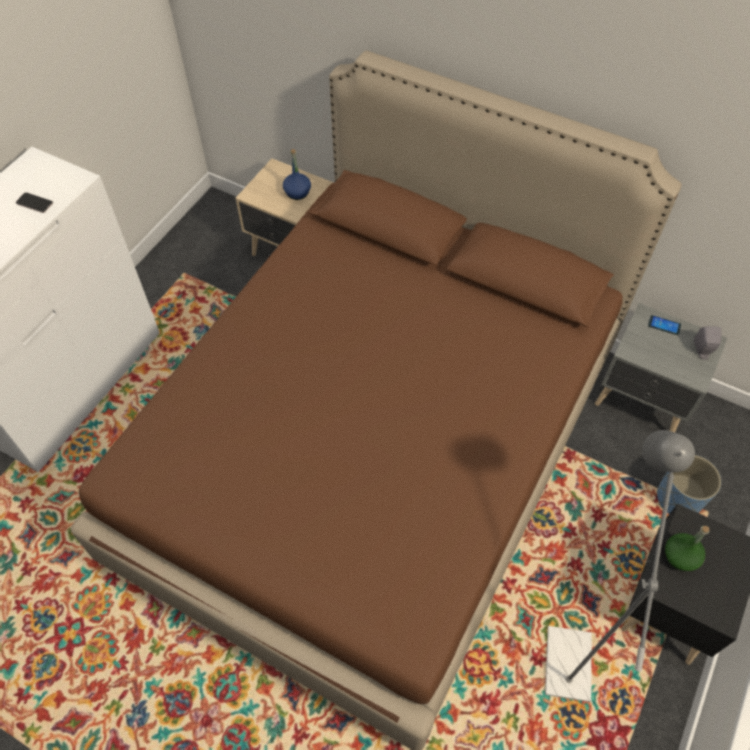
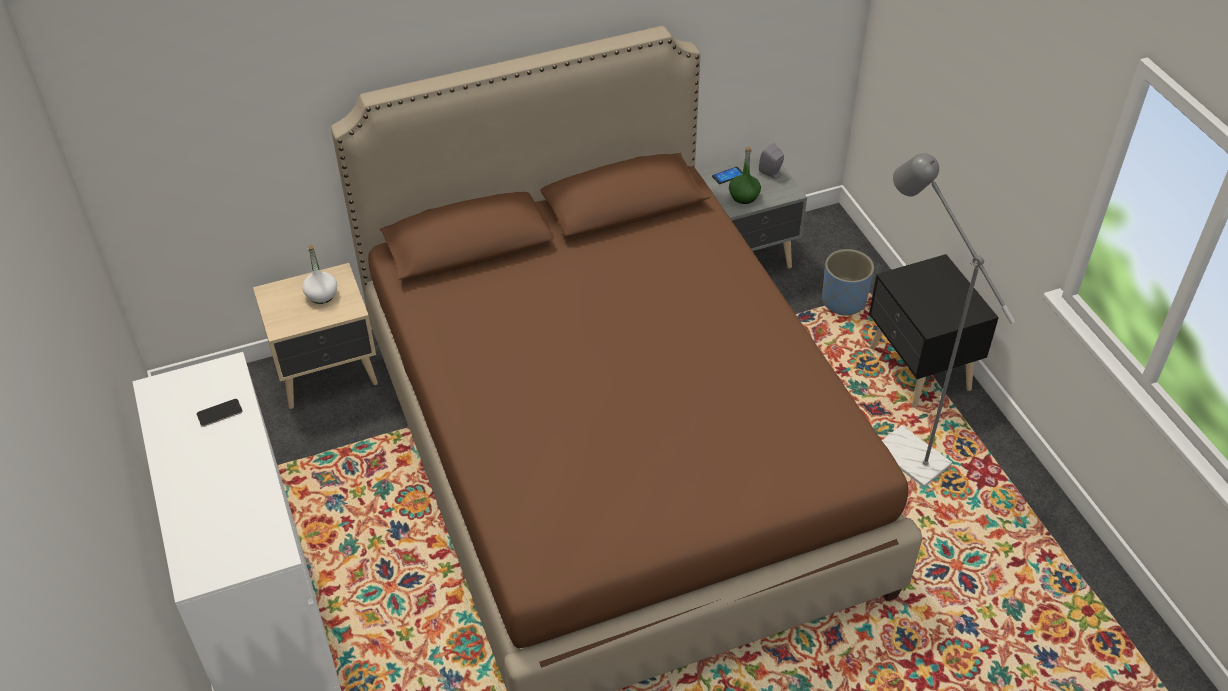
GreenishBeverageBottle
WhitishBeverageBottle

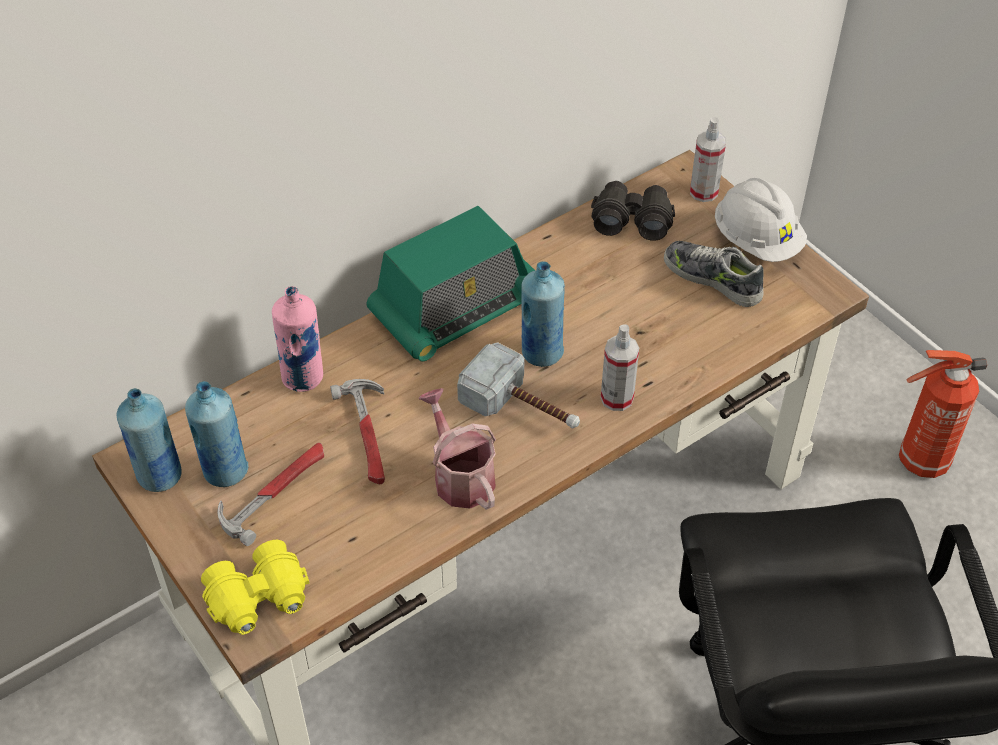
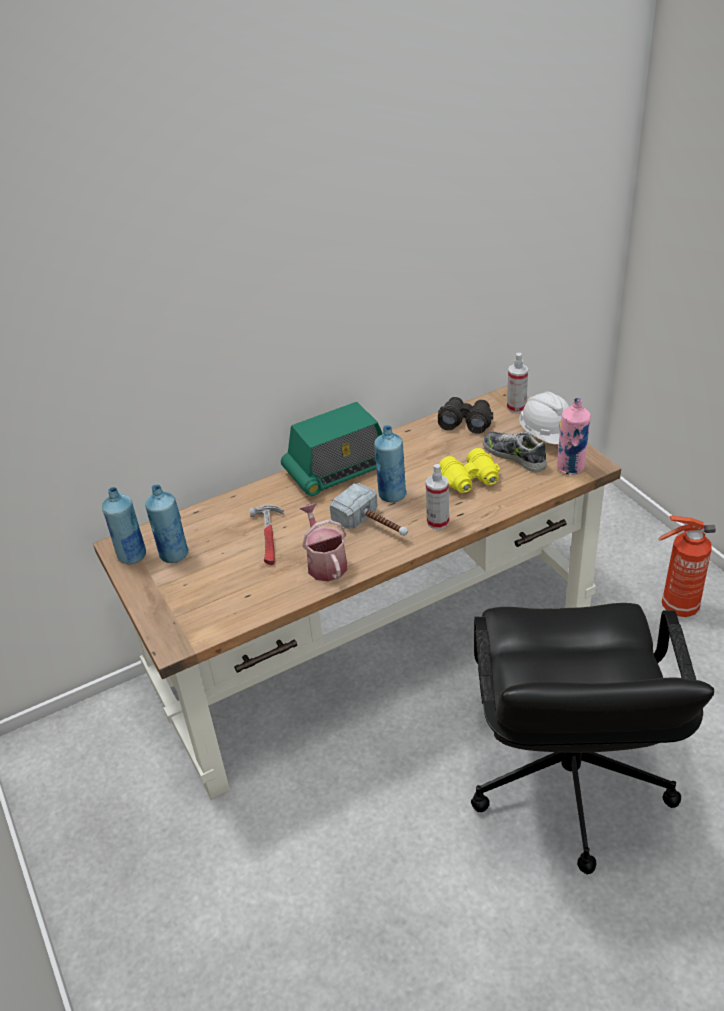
HandHammer (no. 1 from left in the first image)
YellowColouredPairOfBinoculars
PinkishBeverageBottle

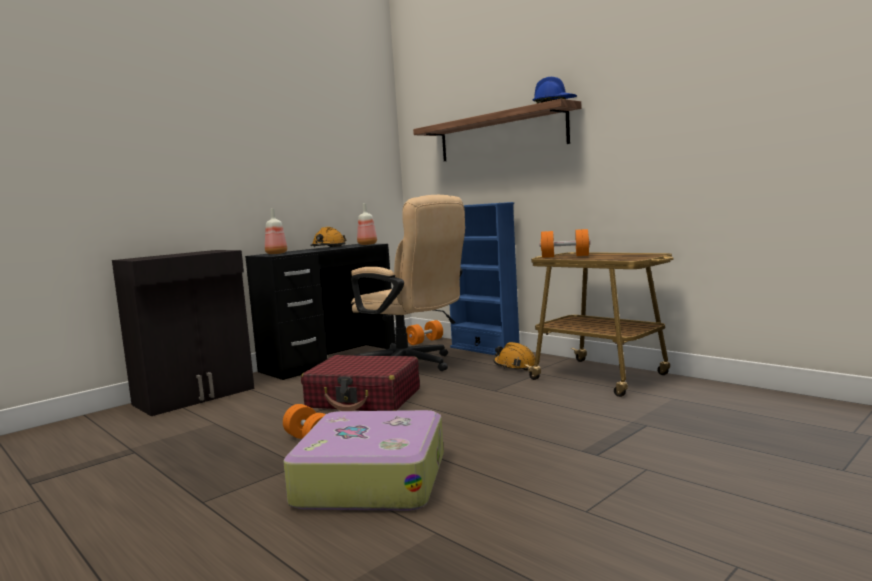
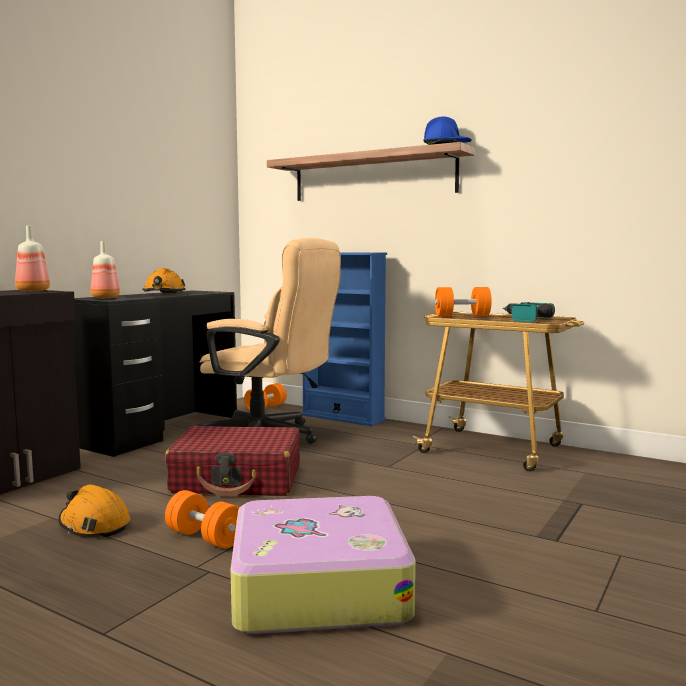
PowerDrill
BeverageBottle (no. 1 from left)
OrangeySafetyHelmet (no. 1 from left)

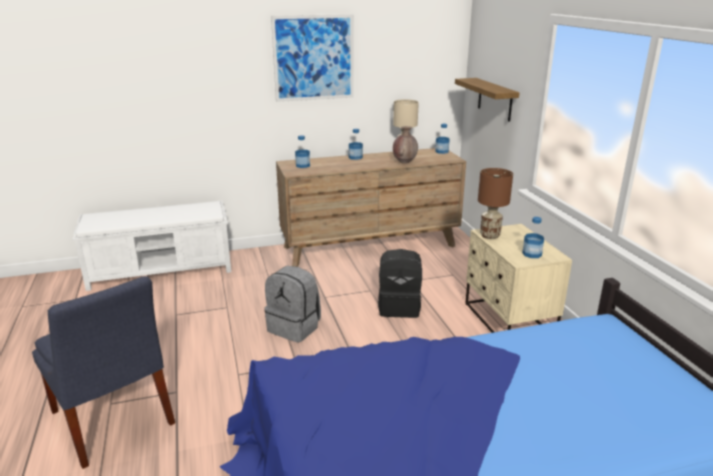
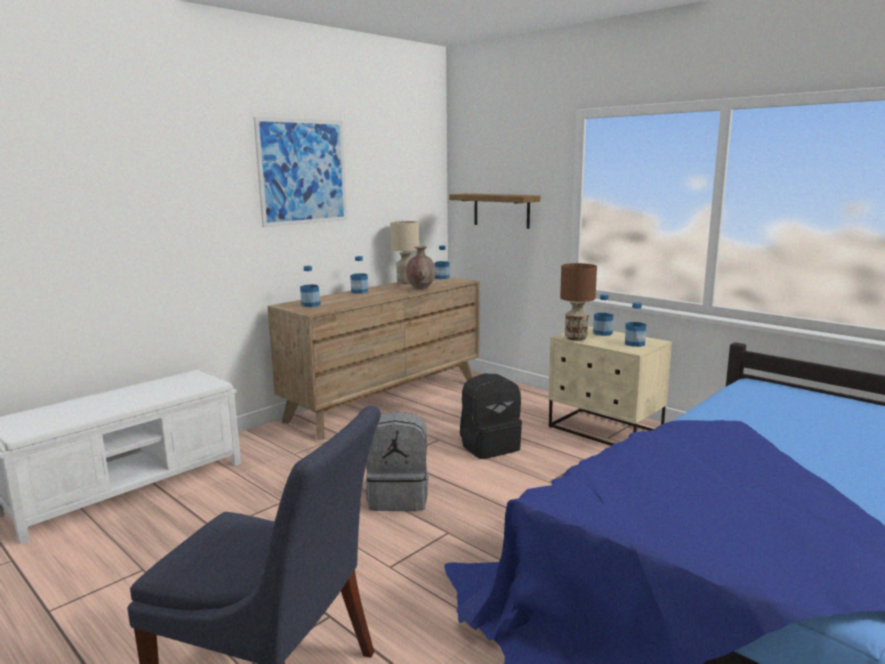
BeverageBottle (no. 4 from left)

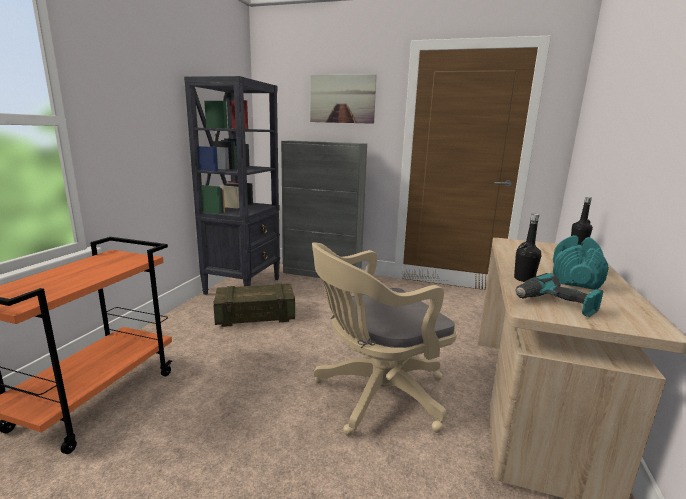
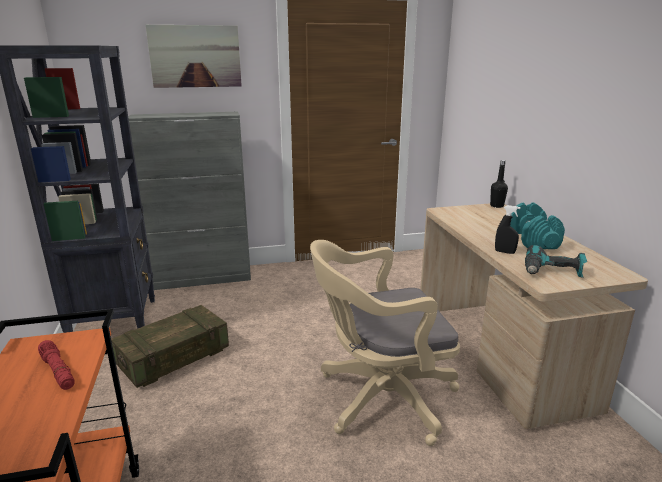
ReddishTorch
BlackSprayBottle
SandColouredComputerChair

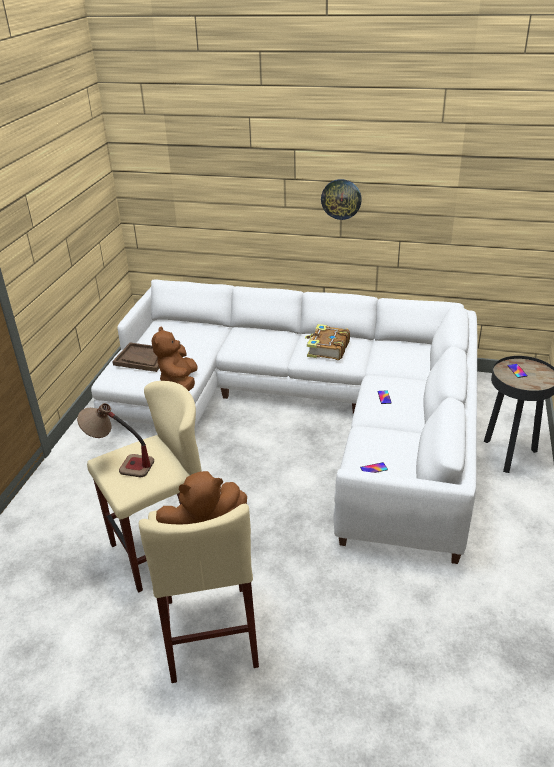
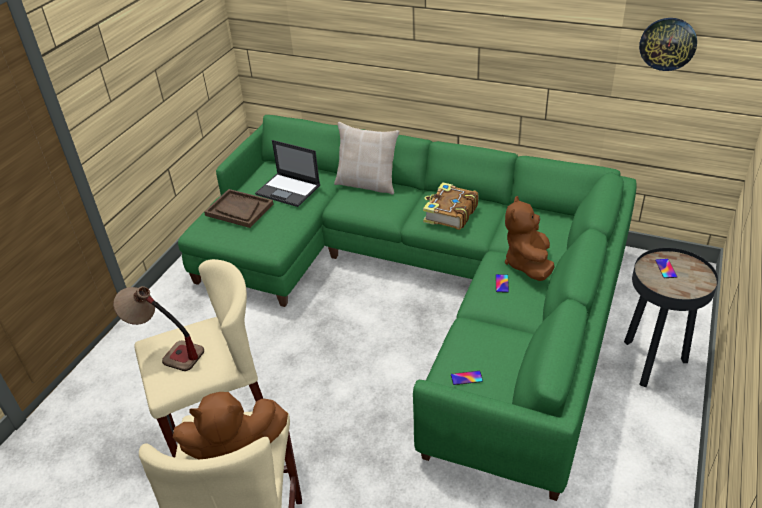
PortableComputer
SandColouredCushion
BrownColouredCuddlyToy (no. 2 from left)
WallClock
GreenishSofa

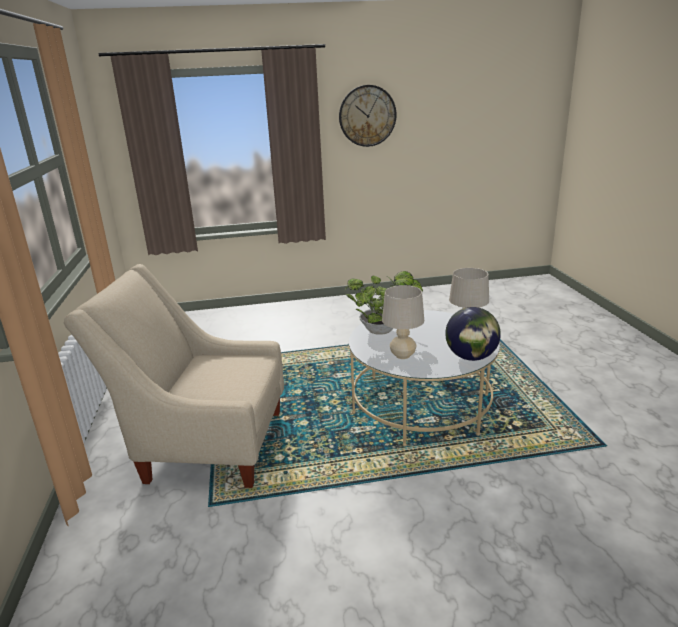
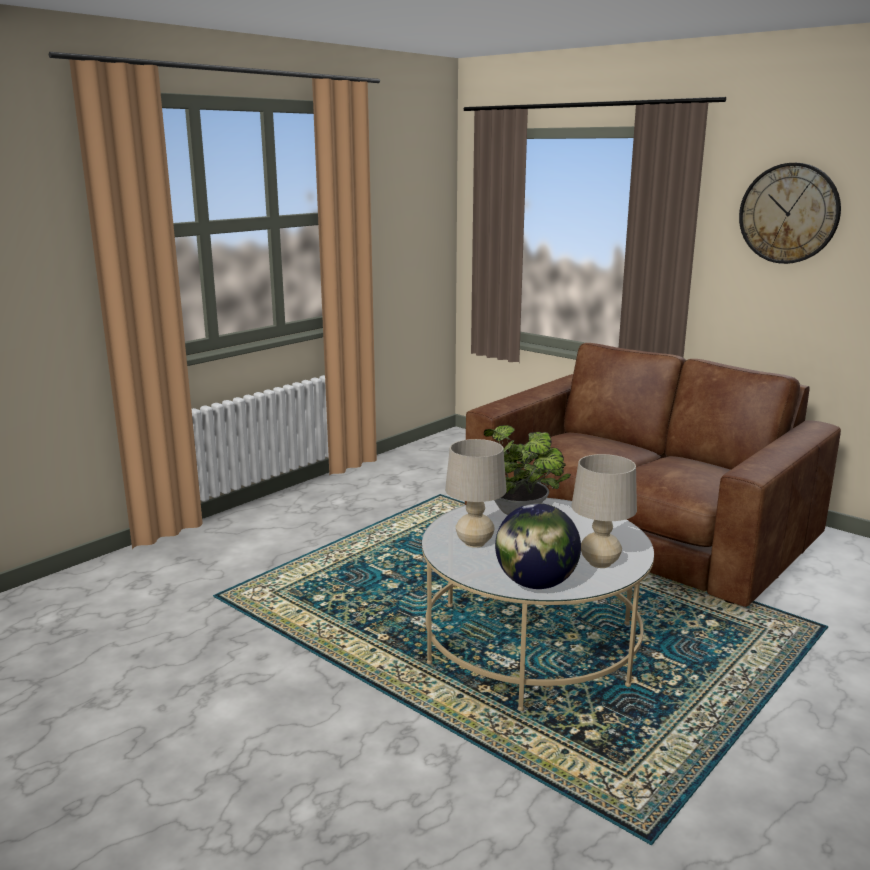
SandColouredLoungeChair
BrownColouredSofa

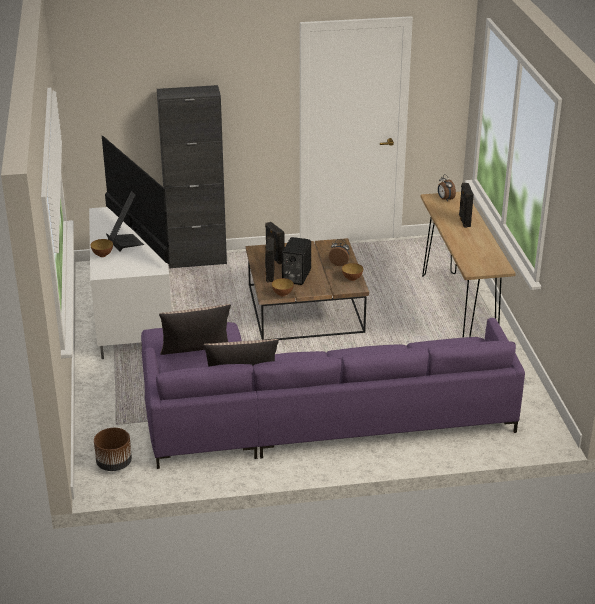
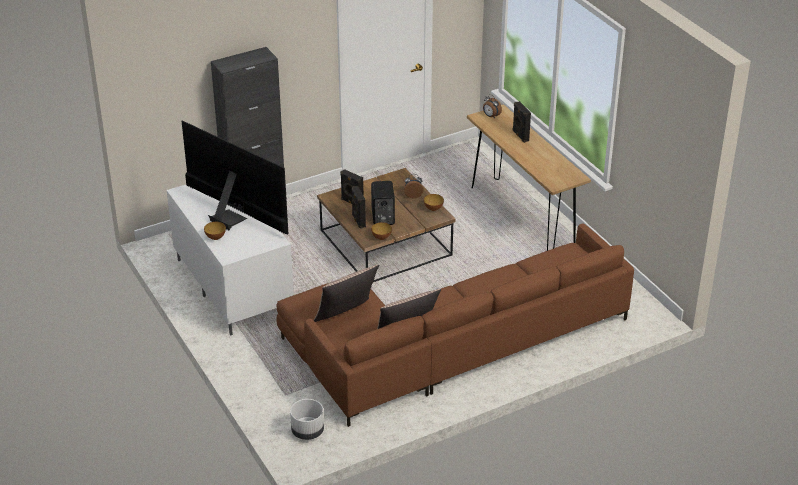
WhitishPlantPot
BrownColouredSofa

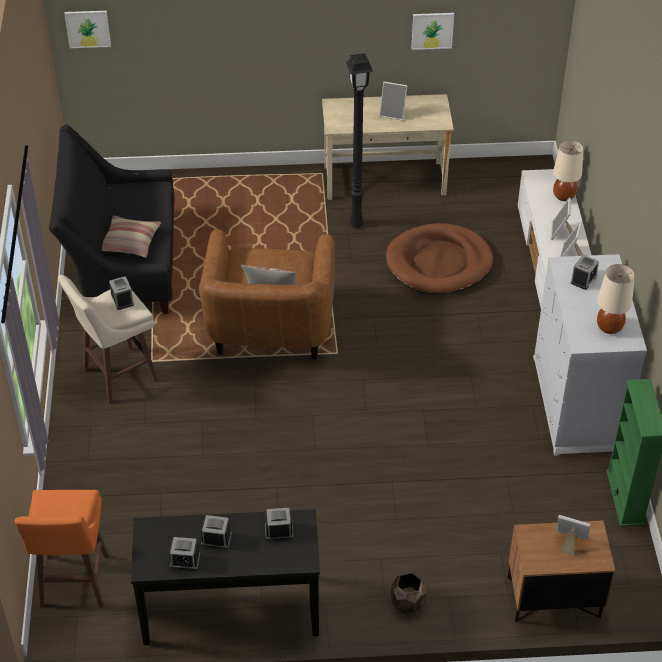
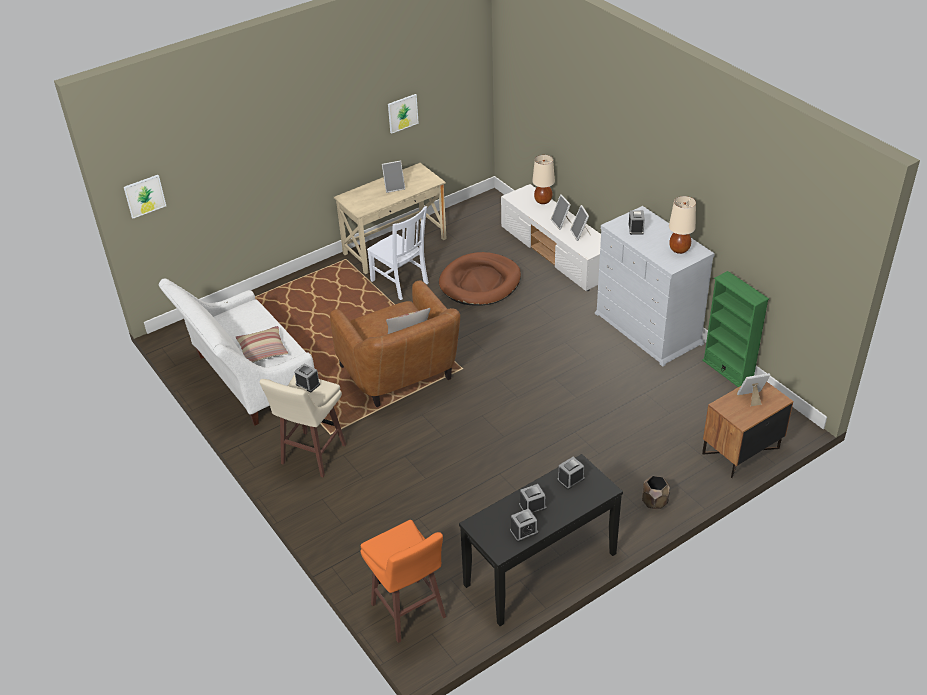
WhitishChair
WhitishSofa

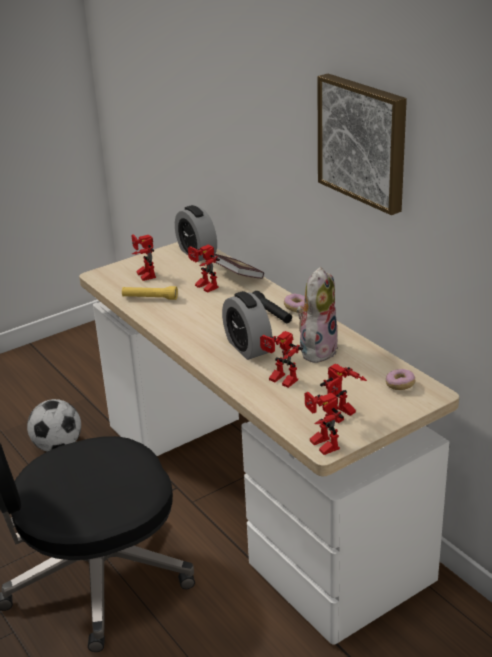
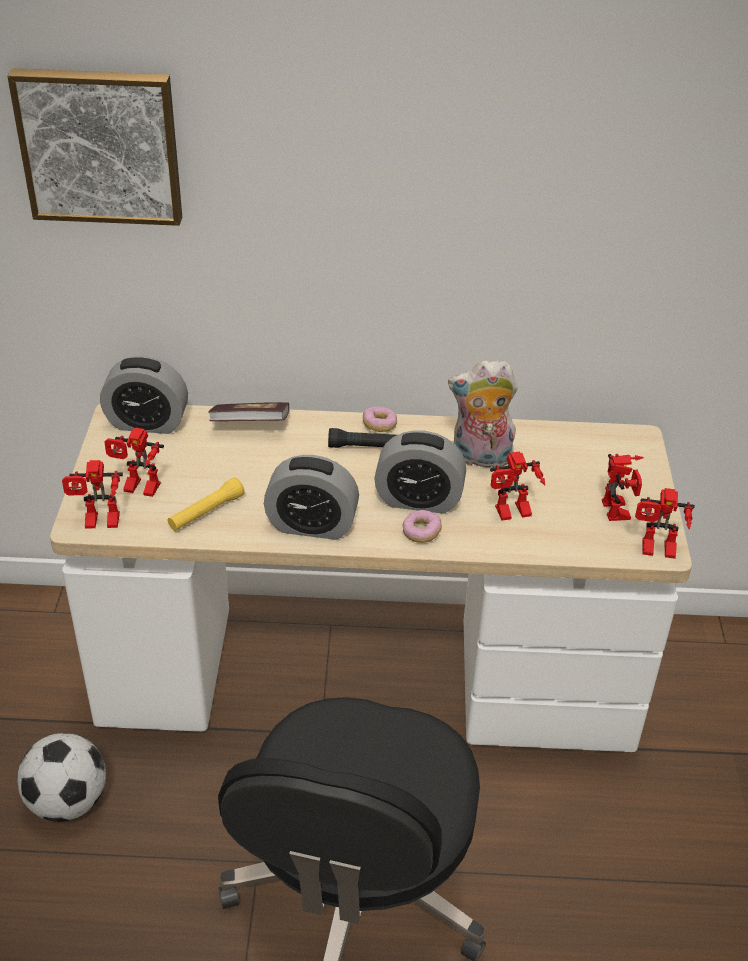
BedsideClock (no. 2 from left)
ModelRobot (no. 1 from left)
Picture
RingDoughnut (no. 2 from left)
CuddlyToy

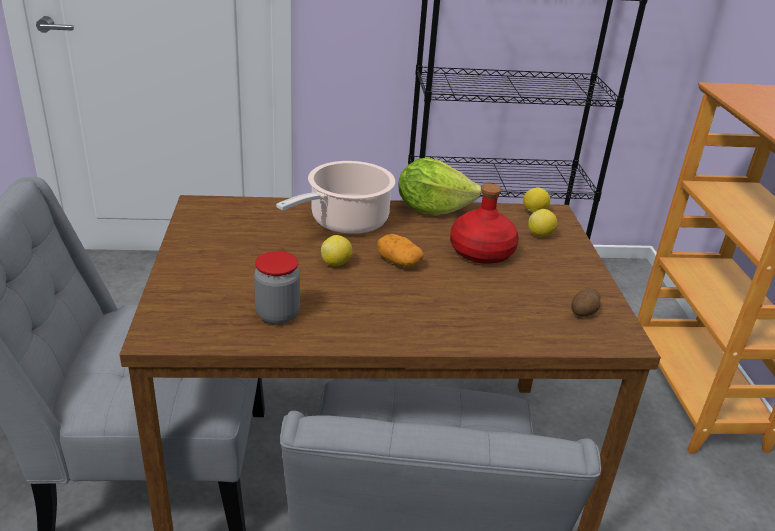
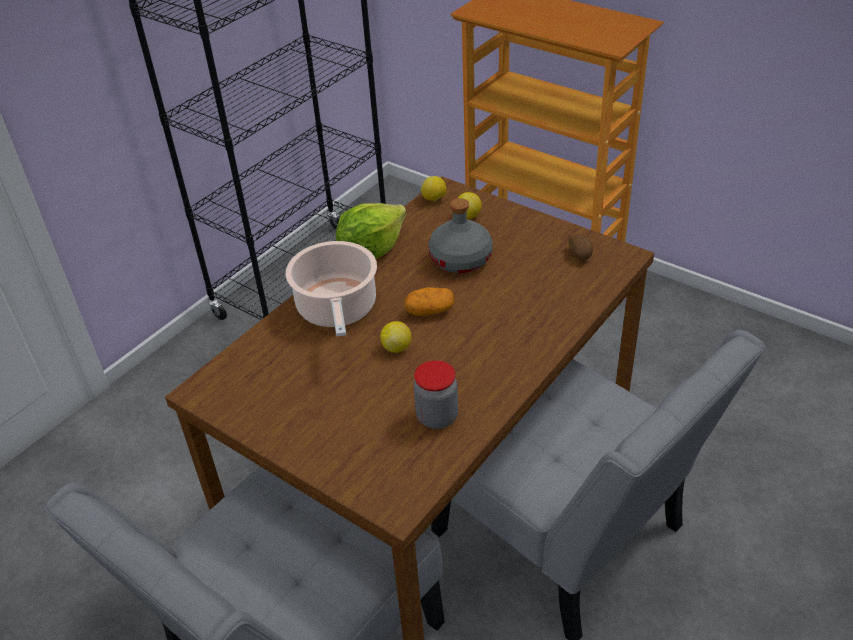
GrayBeverageBottle

